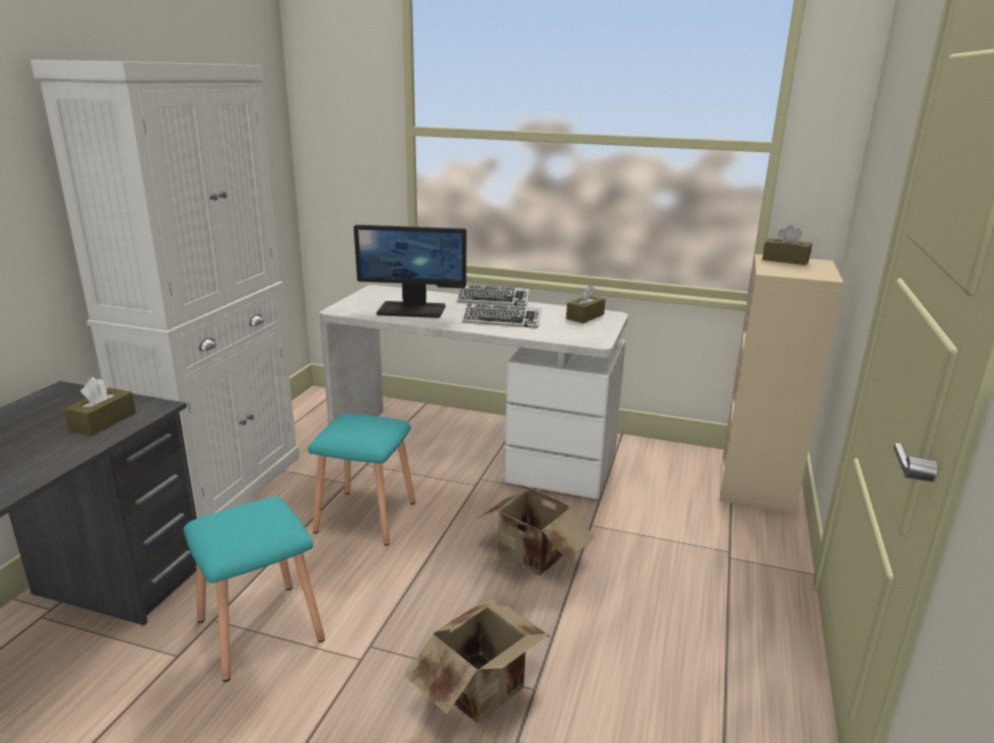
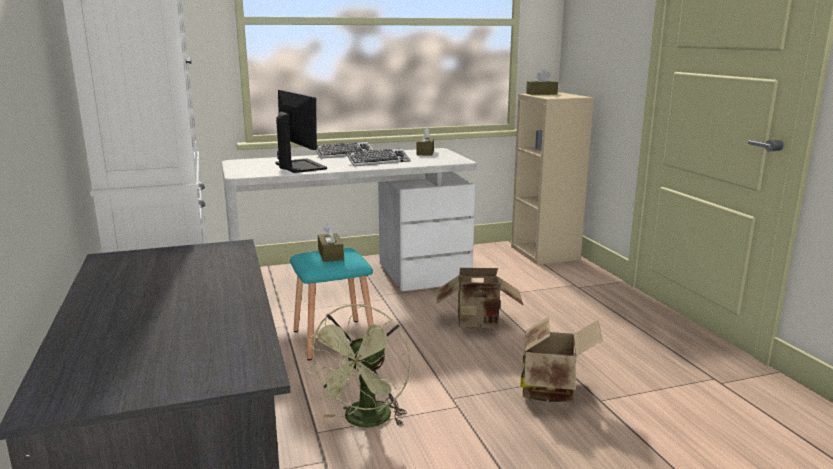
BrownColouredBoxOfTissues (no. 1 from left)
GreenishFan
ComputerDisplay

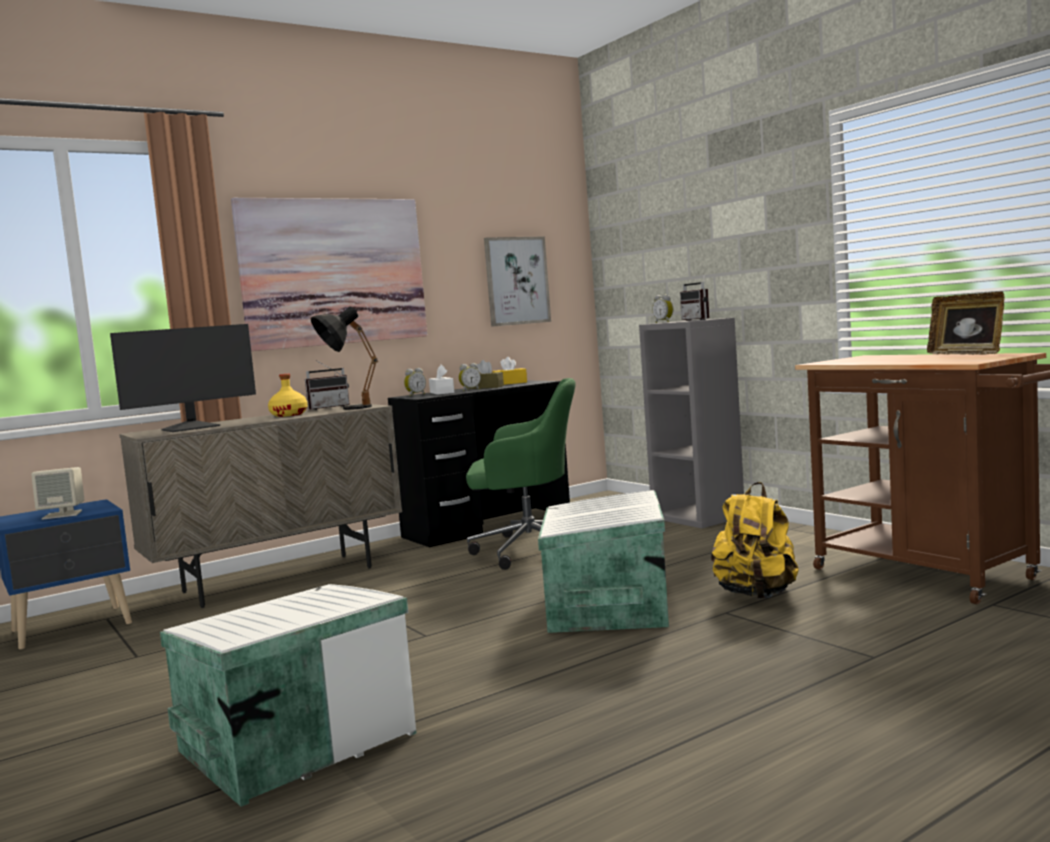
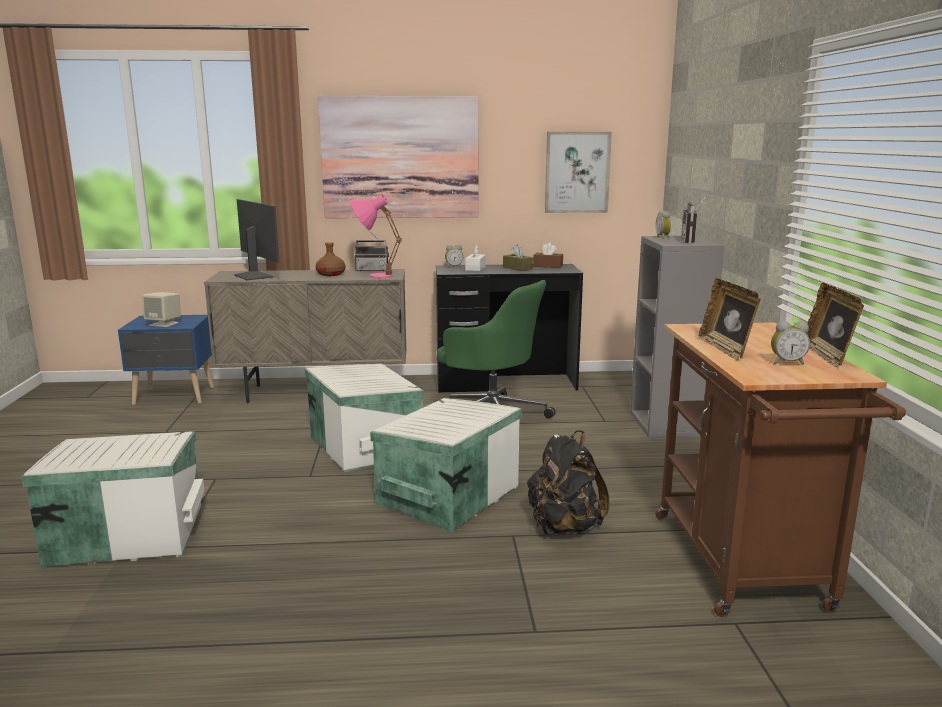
WhitishStorageContainer (no. 2 from left)
PhotoFrame (no. 1 from left)
BedsideClock (no. 3 from left)
BrownColouredBeverageBottle
PinkishTabletopLamp
BrownColouredBoxOfTissues (no. 2 from left)
BlackBackpack
ComputerDisplay

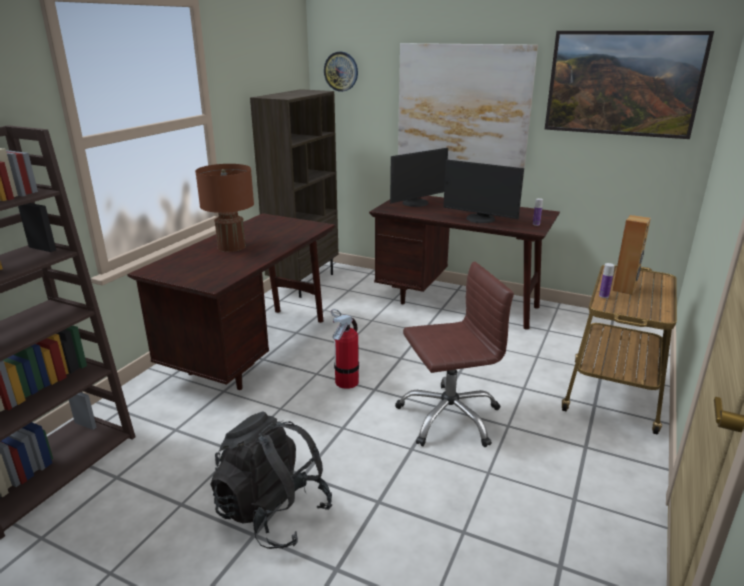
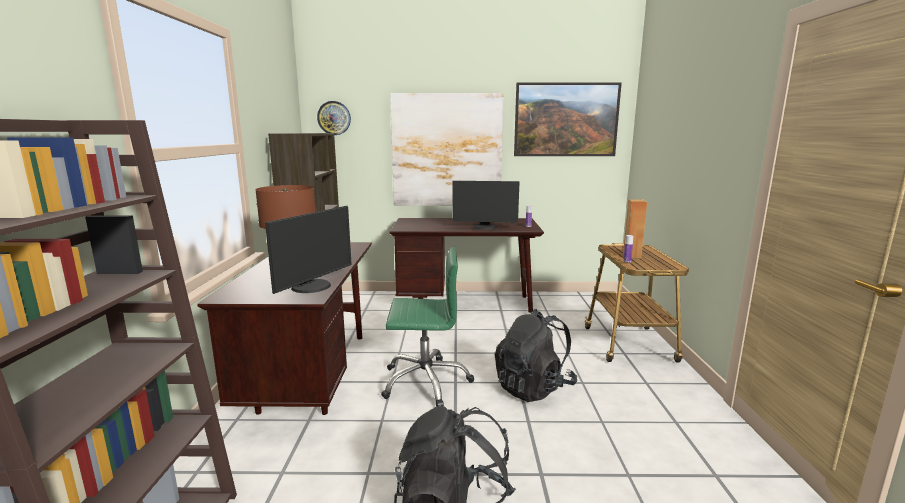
ComputerDisplay (no. 1 from left)
GreenishComputerChair
BlackBackpack (no. 2 from left)

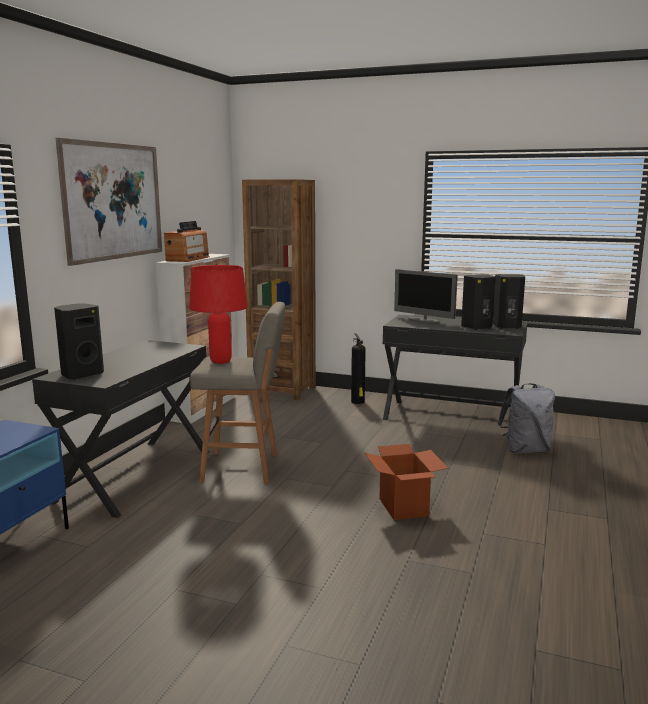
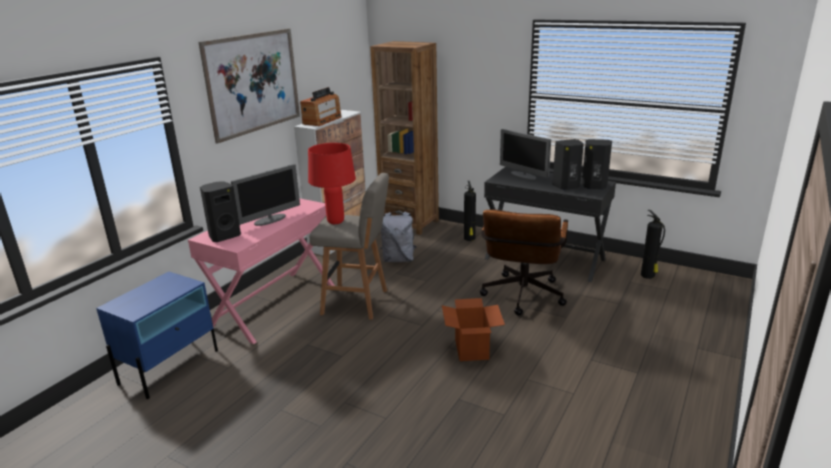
ComputerDisplay (no. 1 from left)
BrownColouredComputerChair
FireFightingCylinder (no. 2 from left)
GrayBackpack
PinkishDeskTable

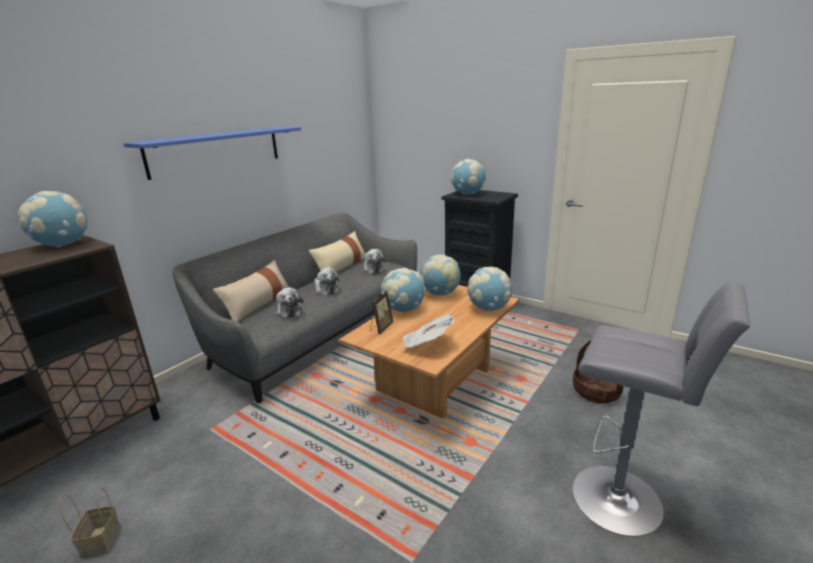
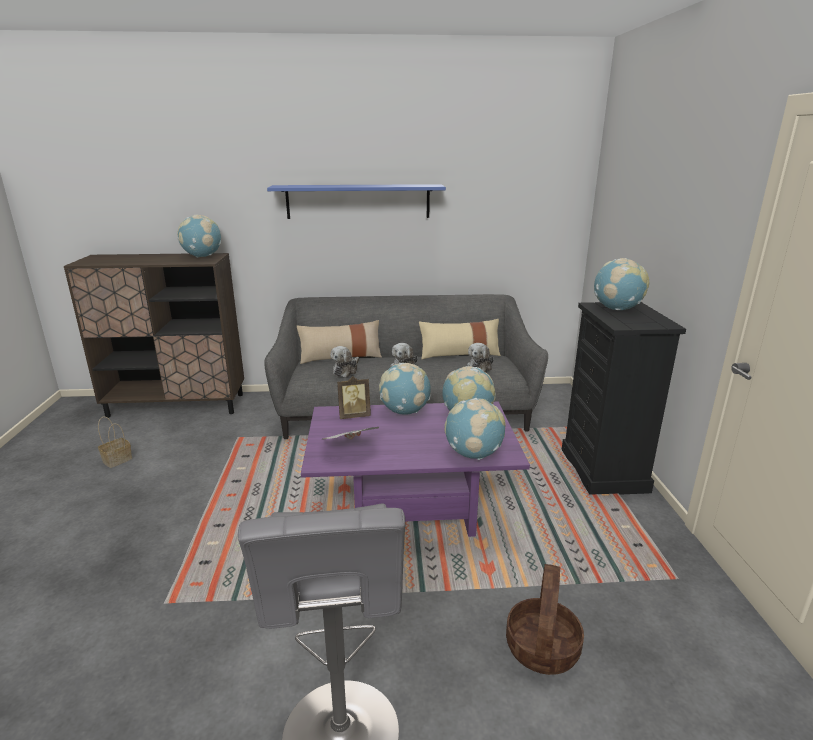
PurpleColouredLoungeTable

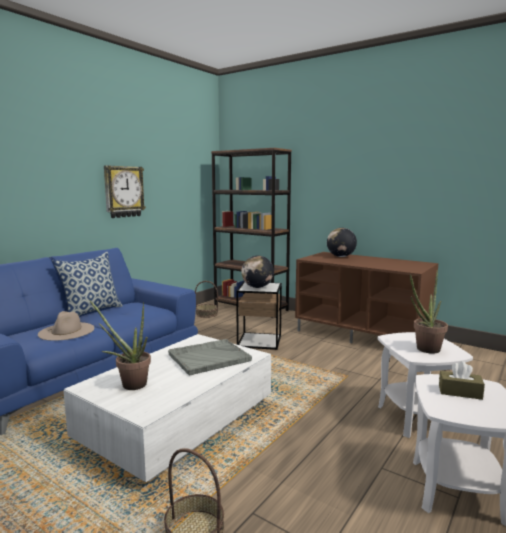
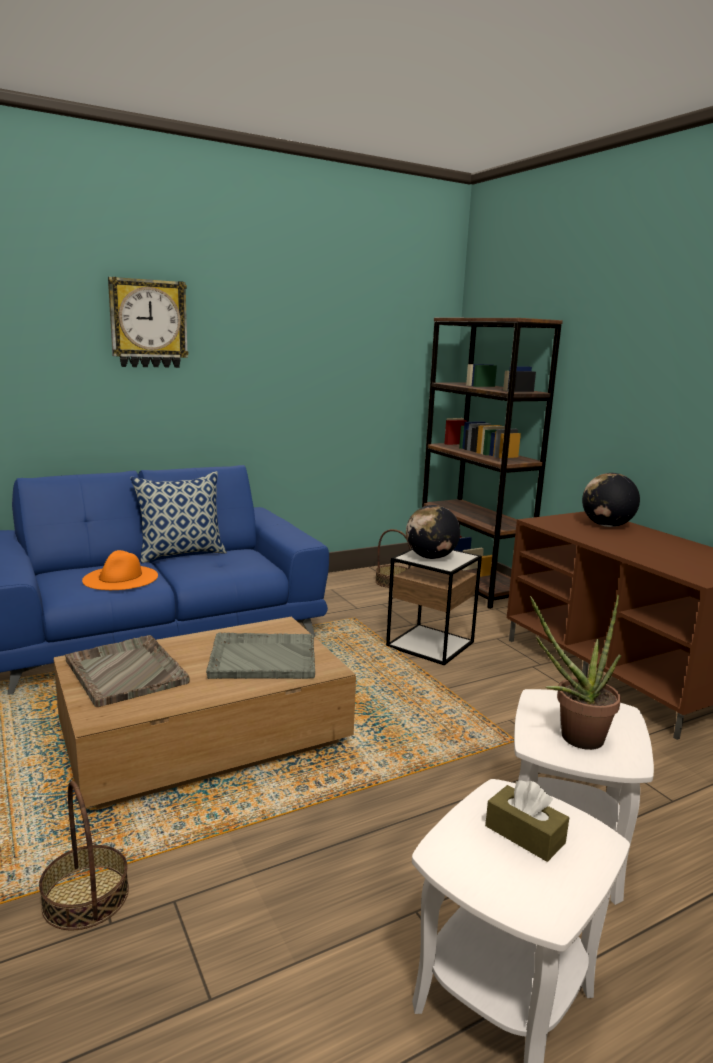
WallClock
GrayTray (no. 1 from left)
OrangeyClothingHat
BrownColouredLoungeTable

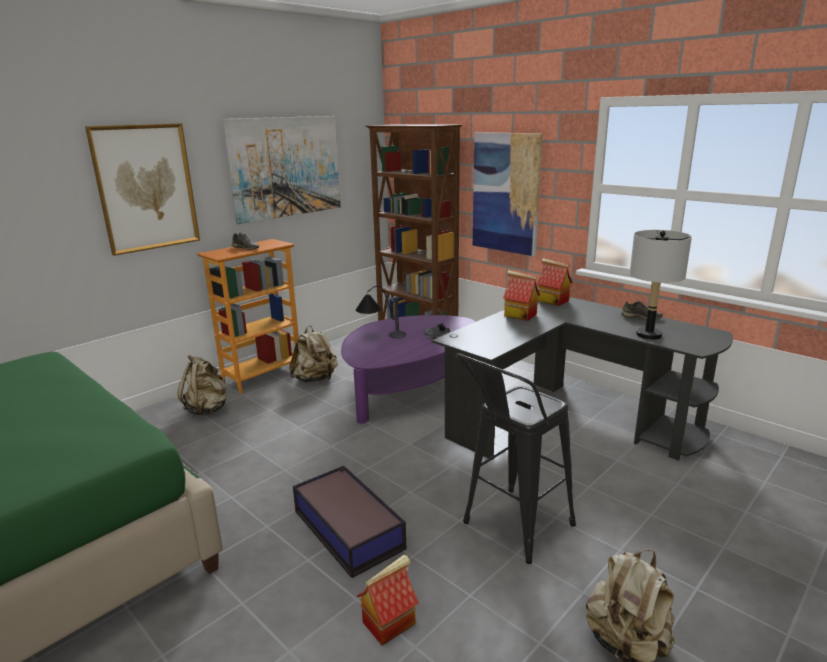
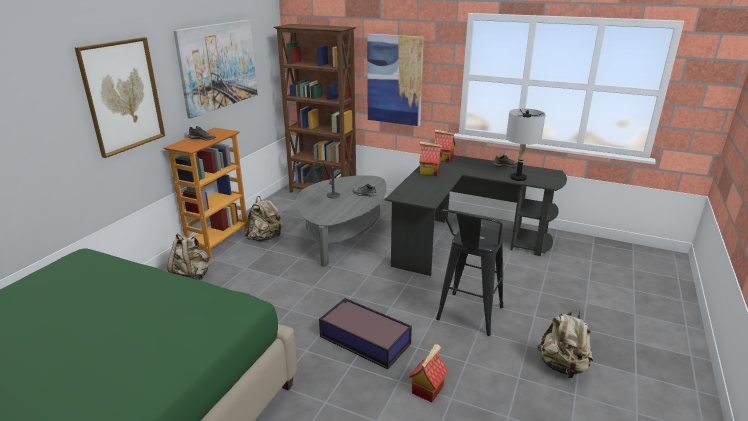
GrayLoungeTable

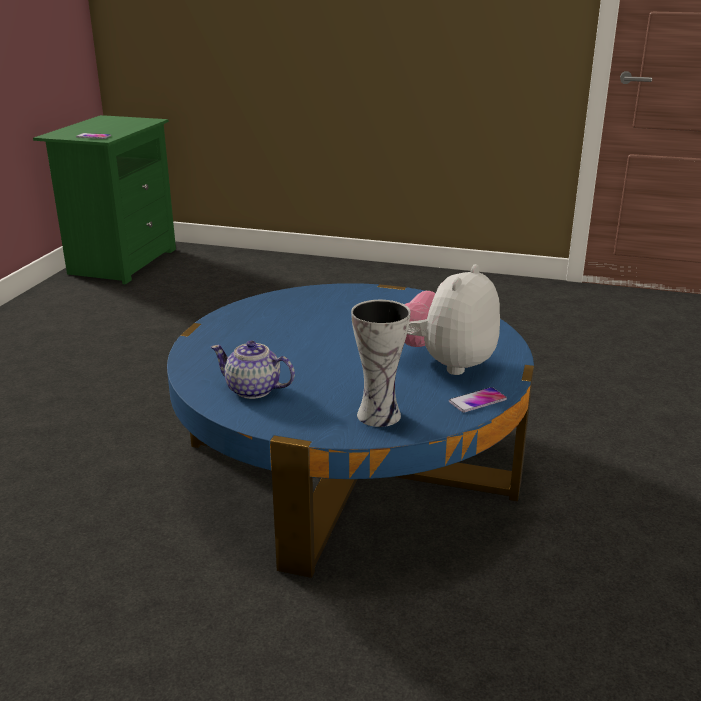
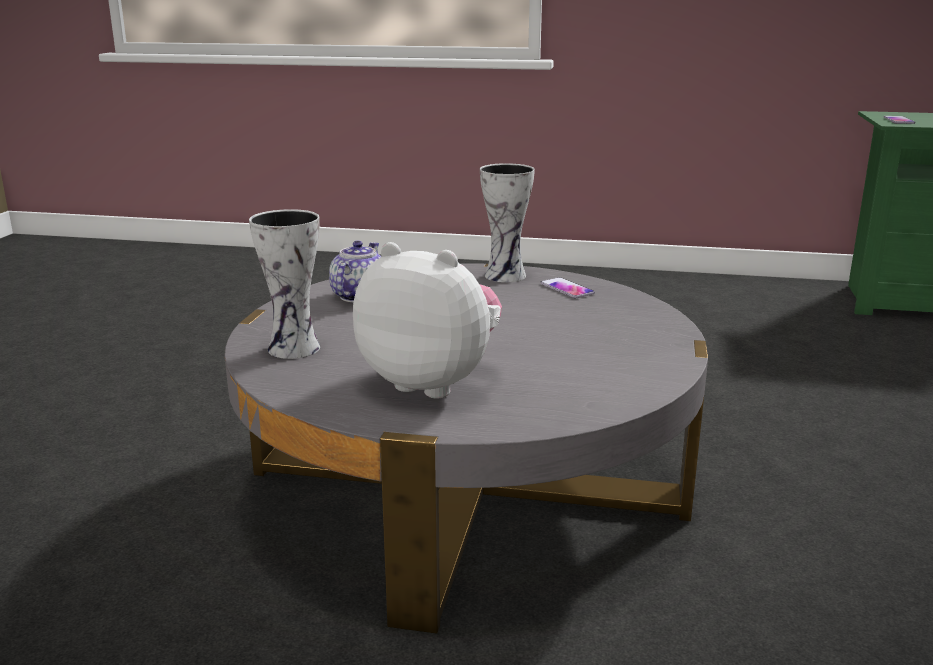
DecorativeVase (no. 2 from left)
Phone (no. 1 from left)
GrayLoungeTable

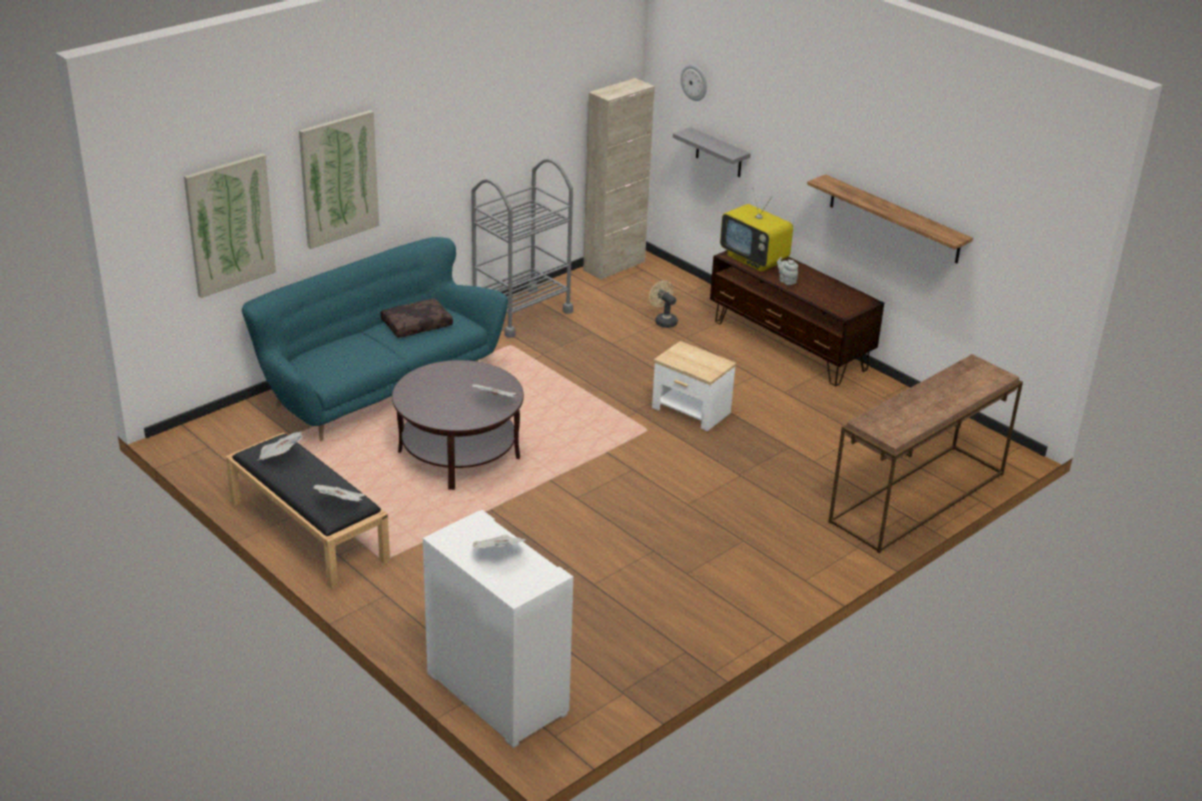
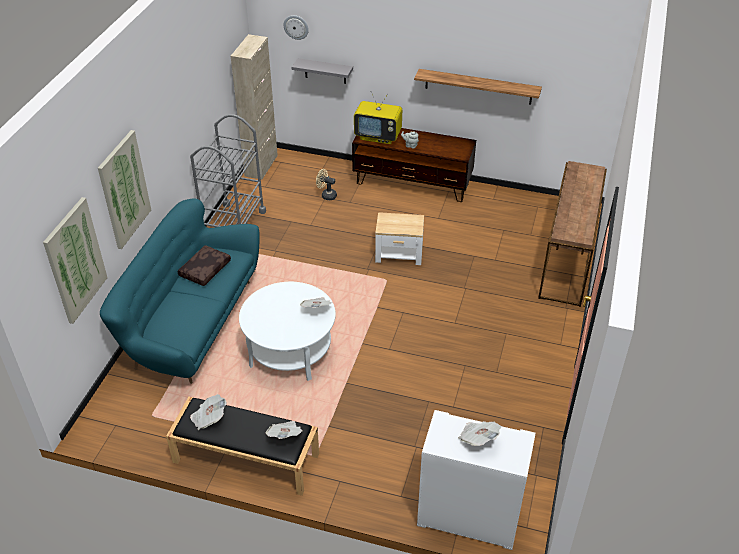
WhitishLoungeTable

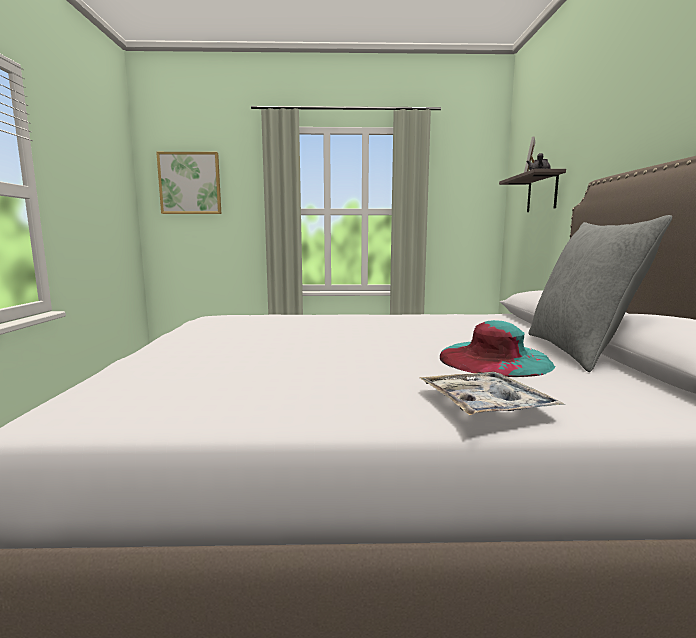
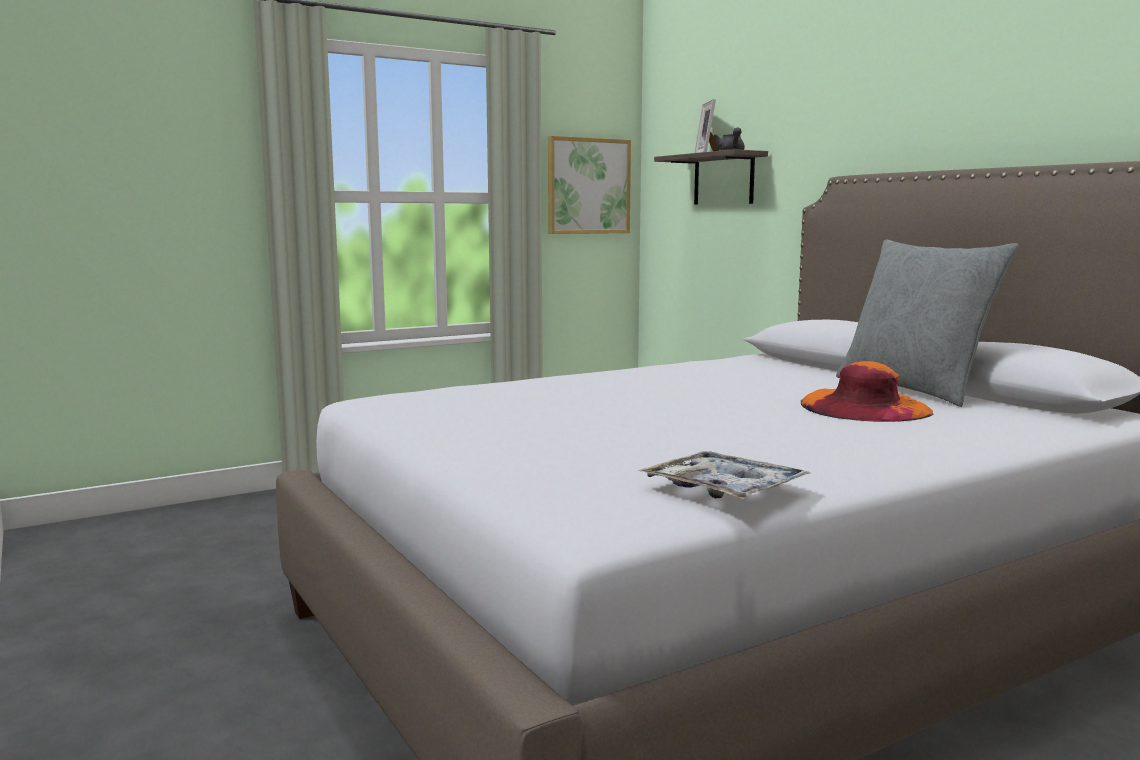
Picture
Tray
OrangeyClothingHat

